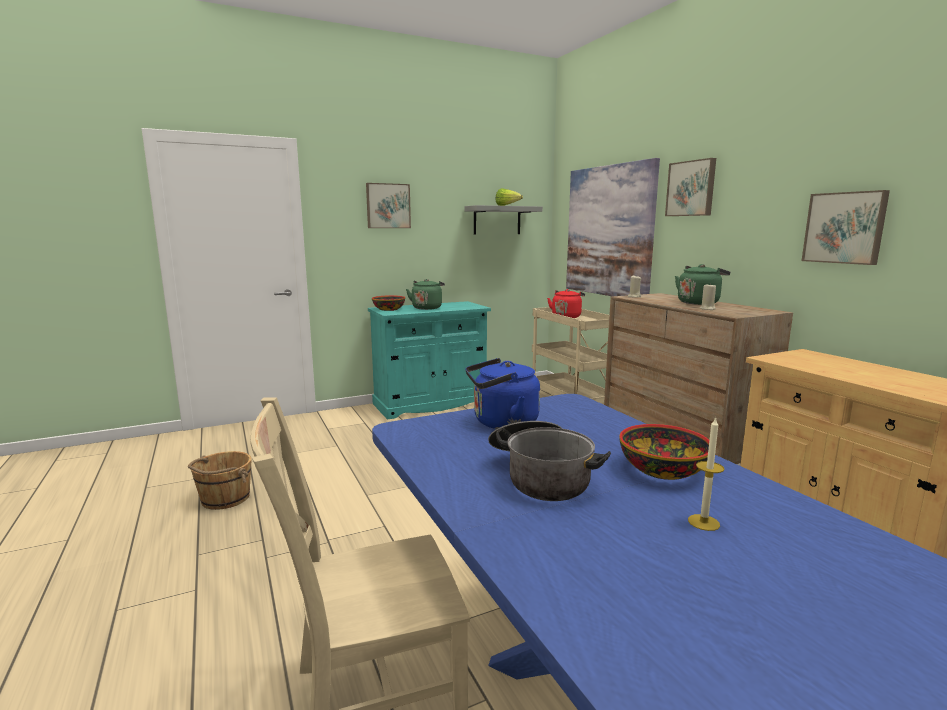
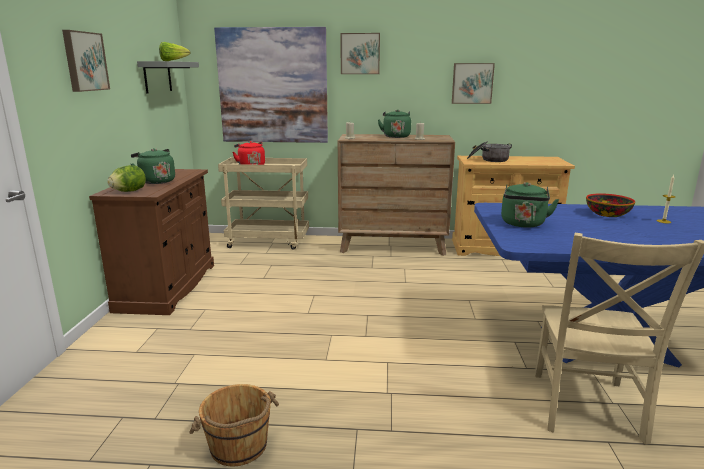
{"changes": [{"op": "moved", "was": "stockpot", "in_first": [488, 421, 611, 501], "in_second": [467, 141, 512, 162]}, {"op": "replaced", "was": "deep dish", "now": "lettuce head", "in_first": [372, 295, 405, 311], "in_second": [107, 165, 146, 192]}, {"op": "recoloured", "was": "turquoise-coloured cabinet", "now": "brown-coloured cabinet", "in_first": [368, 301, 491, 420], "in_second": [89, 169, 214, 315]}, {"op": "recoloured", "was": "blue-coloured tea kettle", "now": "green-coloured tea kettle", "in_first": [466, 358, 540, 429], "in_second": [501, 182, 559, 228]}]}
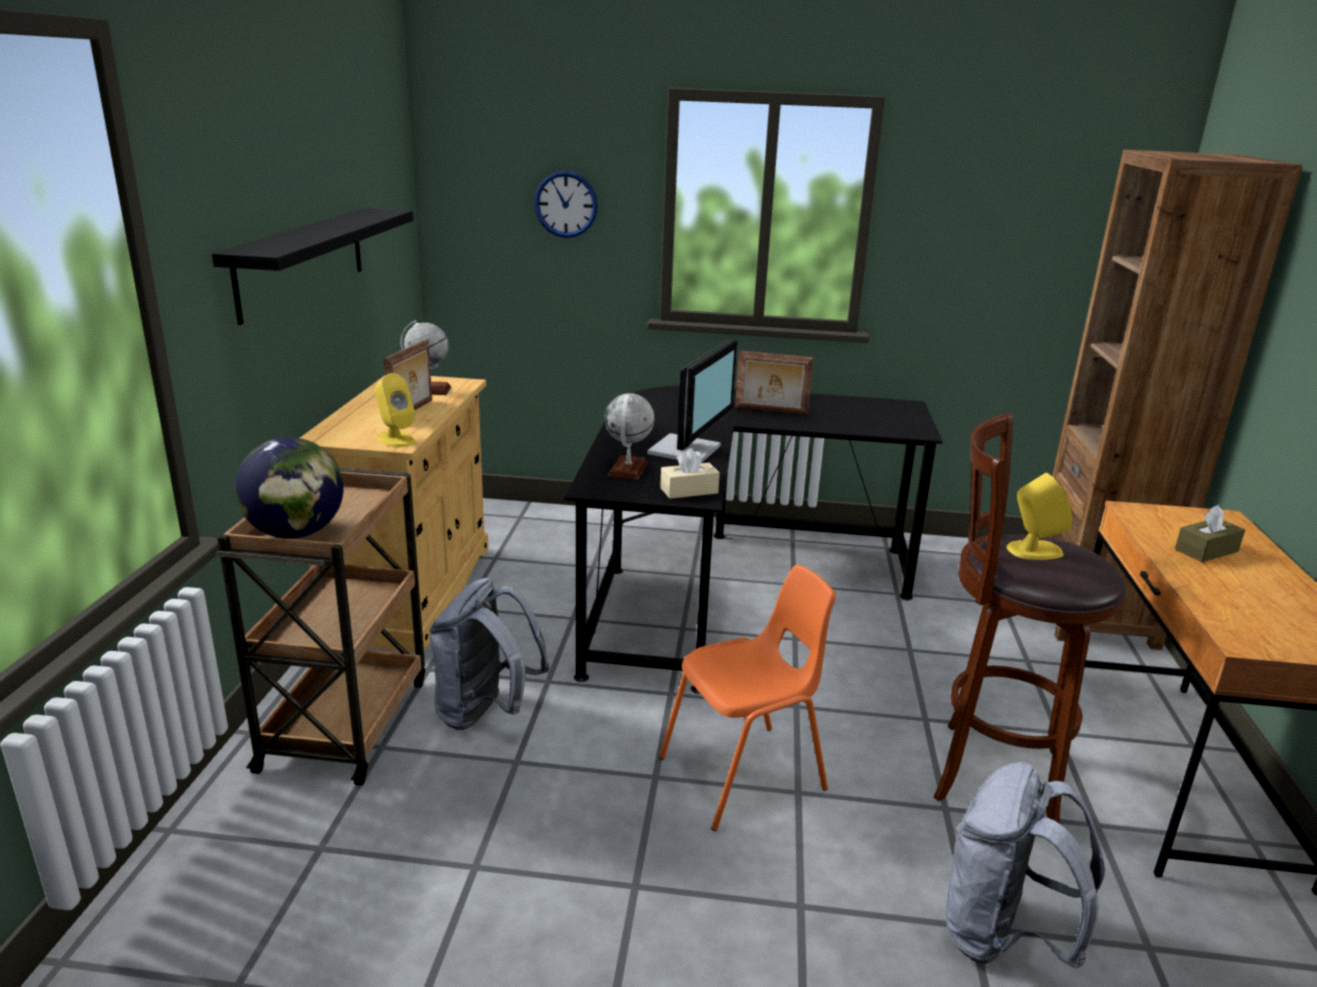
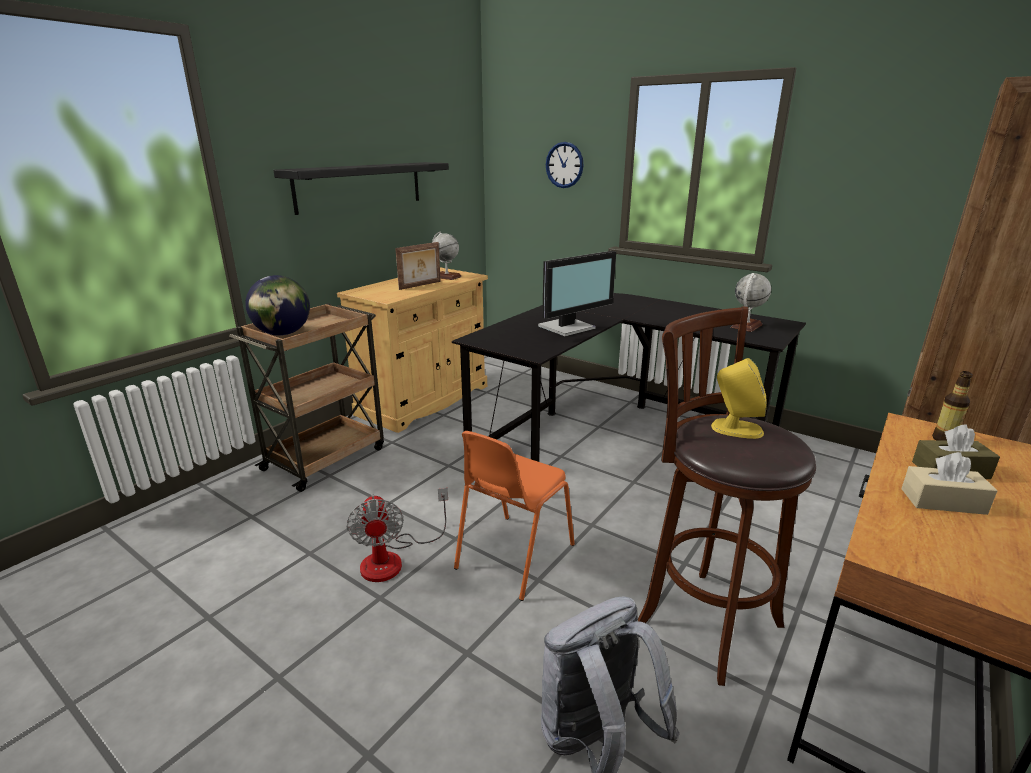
{"changes": [{"op": "removed", "was": "yellow-coloured audio speaker", "in_first": [375, 373, 416, 448]}, {"op": "removed", "was": "greyish backpack", "in_first": [429, 578, 550, 730]}, {"op": "removed", "was": "photo frame", "in_first": [735, 351, 814, 415]}, {"op": "added", "now": "electric fan", "in_second": [346, 488, 448, 582]}, {"op": "added", "now": "beverage bottle", "in_second": [932, 371, 973, 441]}, {"op": "moved", "was": "globe", "in_first": [605, 393, 655, 480], "in_second": [731, 273, 771, 332]}, {"op": "moved", "was": "sand-coloured tissue holder", "in_first": [660, 448, 720, 499], "in_second": [901, 452, 997, 515]}, {"op": "turned", "was": "orange upright chair", "in_first": [659, 565, 836, 831], "in_second": [454, 431, 575, 601], "clockwise": 120}]}
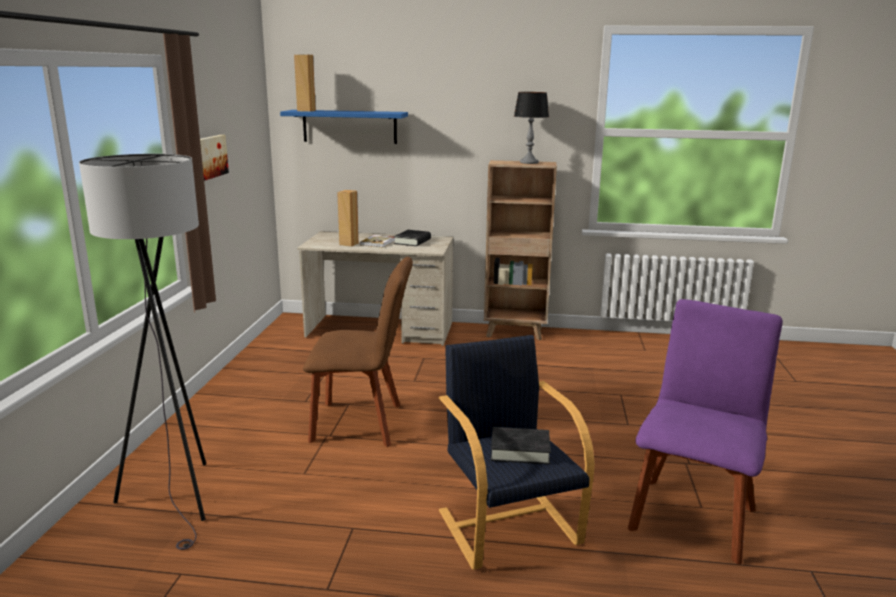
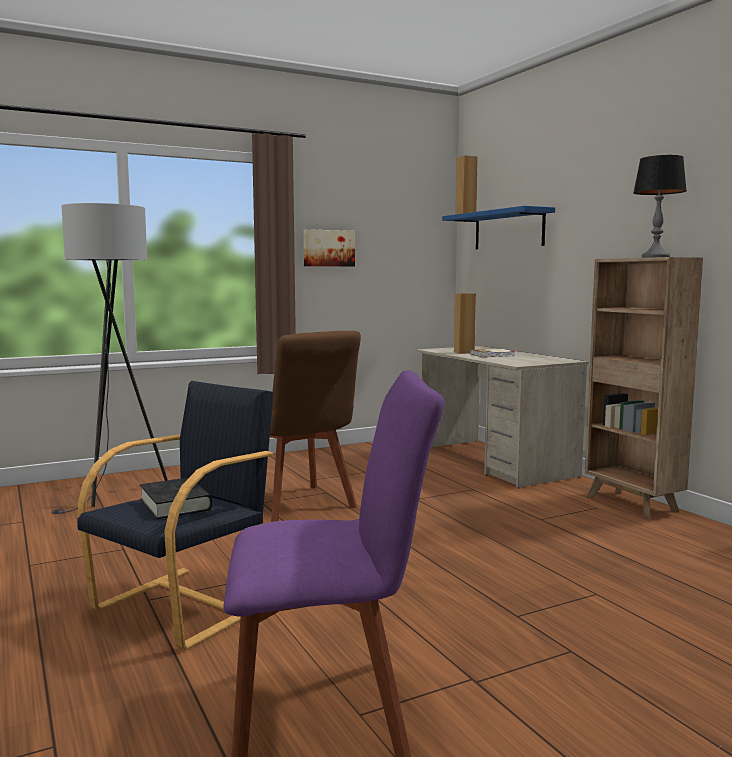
{"changes": [{"op": "removed", "was": "black-coloured book", "in_first": [394, 230, 431, 246]}]}
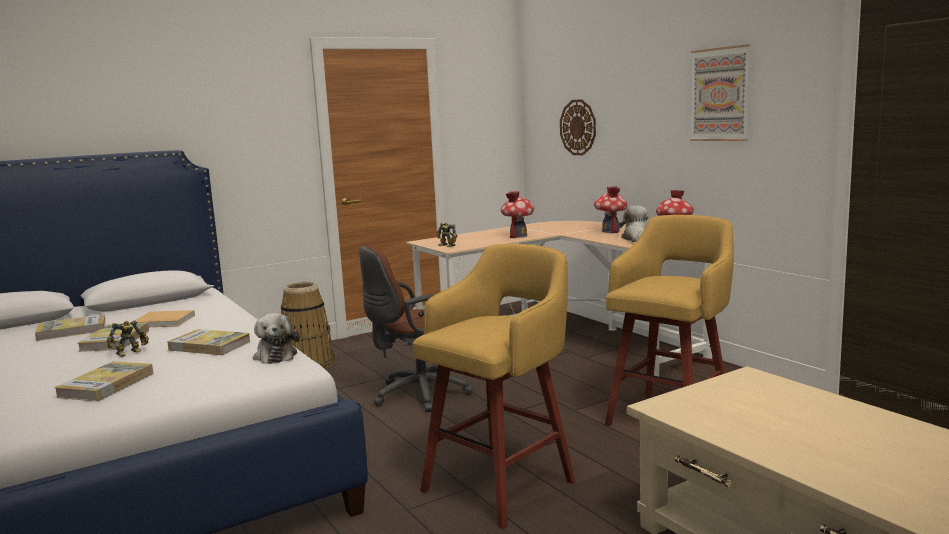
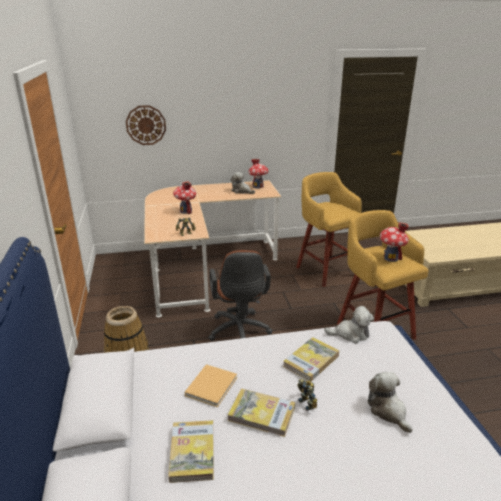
{"changes": [{"op": "removed", "was": "wall art", "in_first": [690, 44, 751, 141]}, {"op": "moved", "was": "model house", "in_first": [594, 186, 627, 233], "in_second": [380, 222, 409, 262]}, {"op": "replaced", "was": "book", "now": "soft toy", "in_first": [54, 361, 154, 401], "in_second": [367, 372, 413, 433]}]}
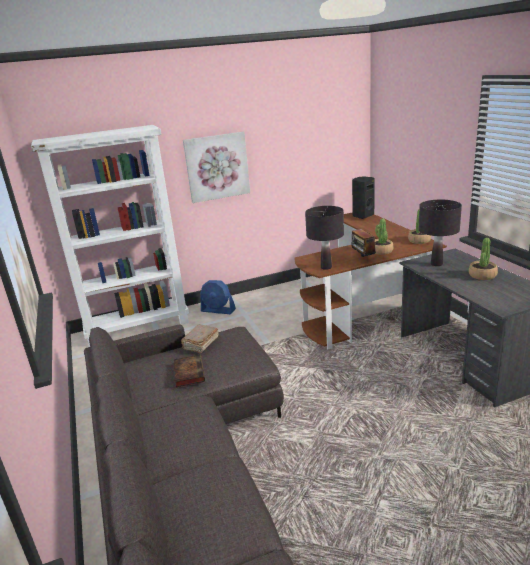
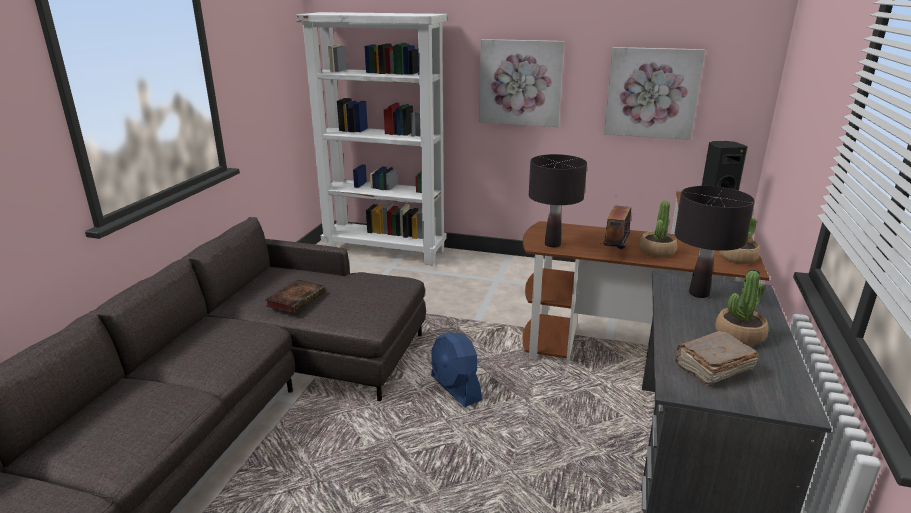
{"changes": [{"op": "added", "now": "wall art", "in_second": [604, 47, 705, 140]}, {"op": "moved", "was": "brown-coloured book", "in_first": [181, 325, 219, 354], "in_second": [675, 331, 759, 386]}, {"op": "moved", "was": "blue-coloured electric fan", "in_first": [200, 280, 236, 314], "in_second": [431, 332, 482, 407]}]}
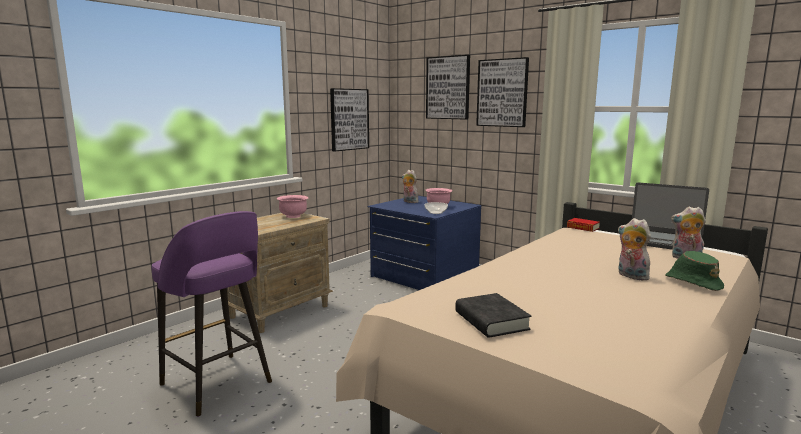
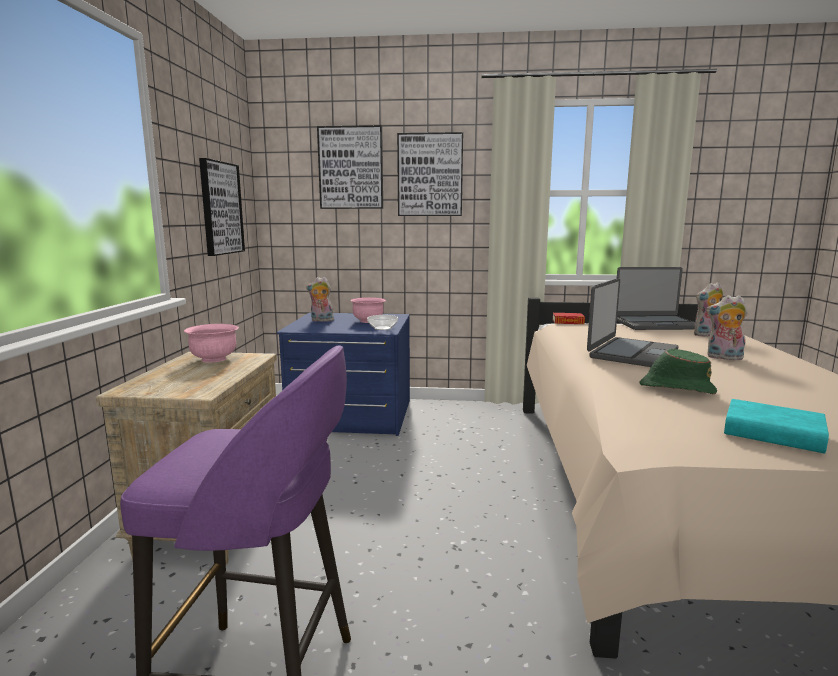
{"changes": [{"op": "added", "now": "portable computer", "in_second": [587, 278, 678, 367]}, {"op": "moved", "was": "green-coloured clothing hat", "in_first": [665, 251, 724, 291], "in_second": [640, 349, 717, 394]}, {"op": "recoloured", "was": "black-coloured book", "now": "turquoise-coloured book", "in_first": [455, 293, 531, 338], "in_second": [724, 399, 829, 453]}]}
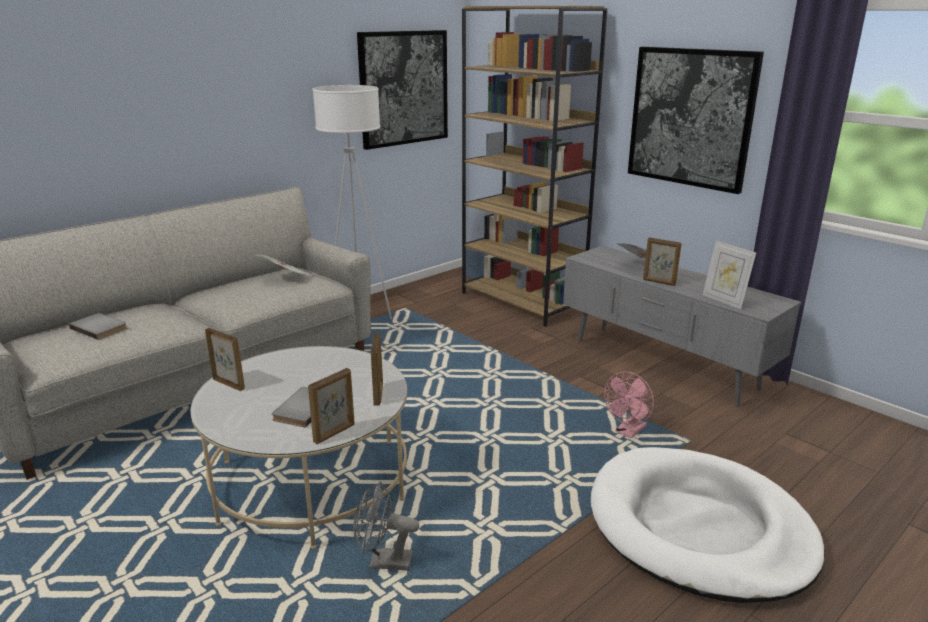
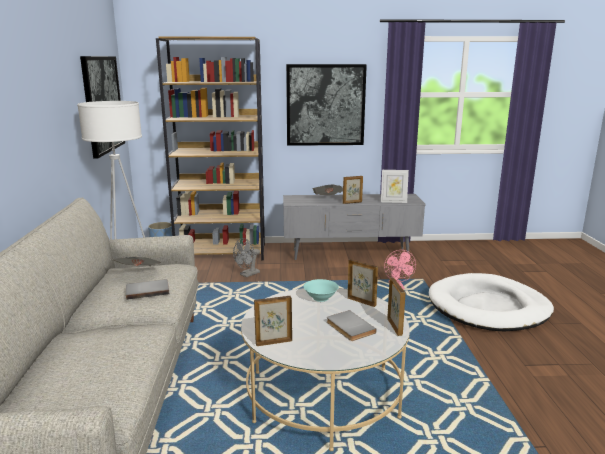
{"changes": [{"op": "added", "now": "turquoise-coloured deep dish", "in_second": [303, 279, 339, 302]}, {"op": "moved", "was": "greyish book", "in_first": [69, 313, 127, 340], "in_second": [126, 279, 169, 300]}, {"op": "moved", "was": "greyish electric fan", "in_first": [353, 481, 419, 571], "in_second": [233, 238, 260, 278]}]}
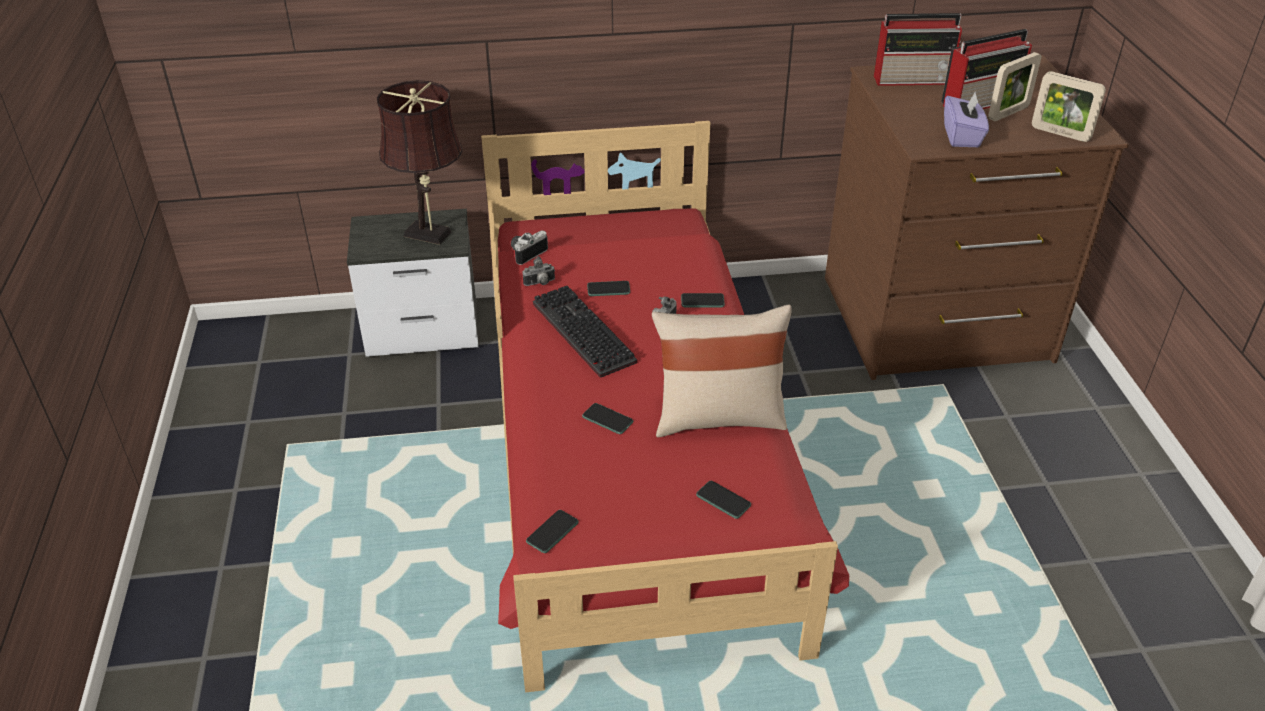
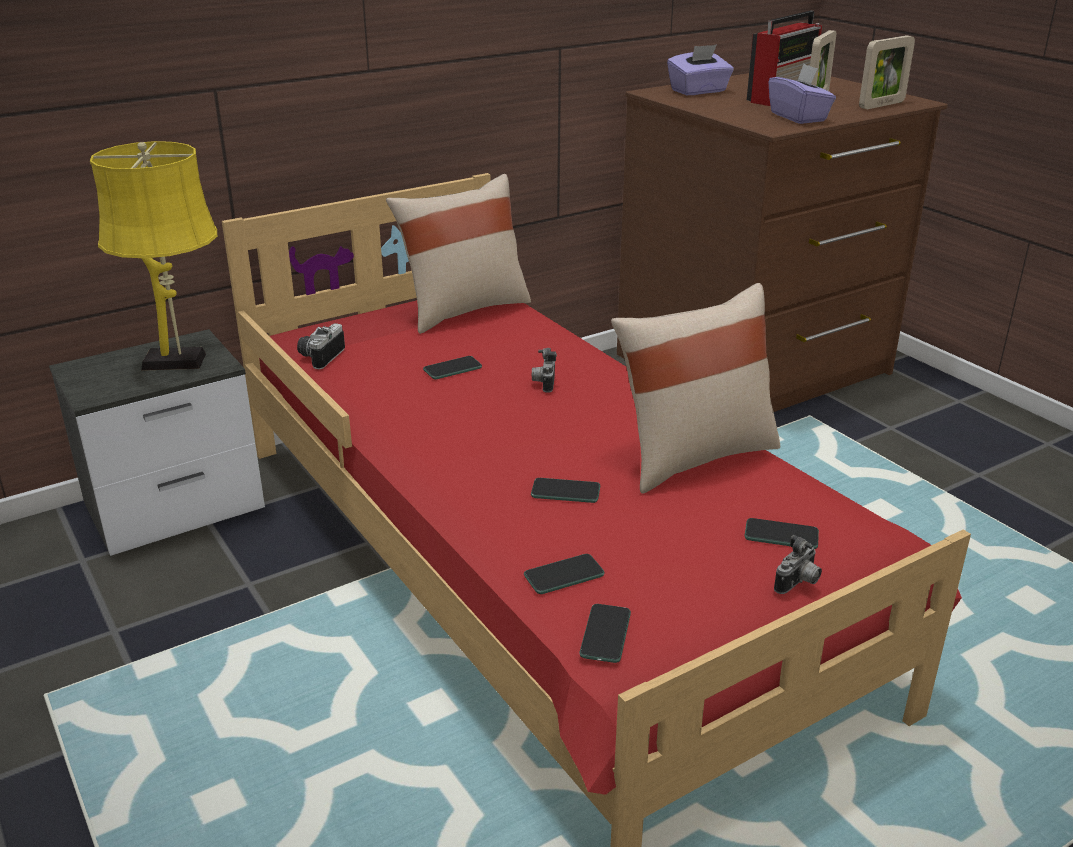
{"changes": [{"op": "removed", "was": "keyboard", "in_first": [533, 286, 637, 378]}, {"op": "added", "now": "sand-coloured cushion", "in_second": [386, 174, 531, 334]}, {"op": "moved", "was": "still camera", "in_first": [523, 256, 555, 286], "in_second": [774, 535, 822, 594]}, {"op": "moved", "was": "telephone", "in_first": [681, 293, 725, 308], "in_second": [524, 554, 605, 594]}, {"op": "replaced", "was": "radio", "now": "purple-coloured tissue holder", "in_first": [874, 13, 962, 86], "in_second": [667, 45, 734, 95]}, {"op": "recoloured", "was": "brown-coloured tabletop lamp", "now": "yellow-coloured tabletop lamp", "in_first": [377, 80, 463, 245], "in_second": [90, 141, 217, 371]}, {"op": "turned", "was": "photo frame", "in_first": [1032, 71, 1106, 142], "in_second": [859, 35, 915, 109], "clockwise": -45}]}
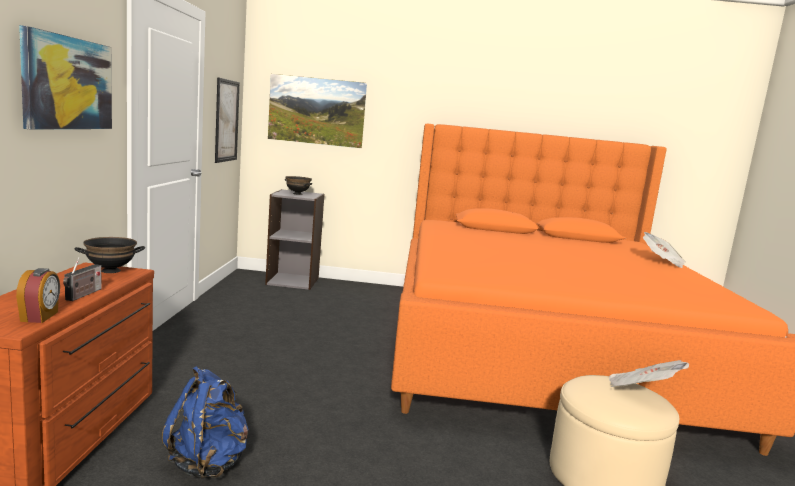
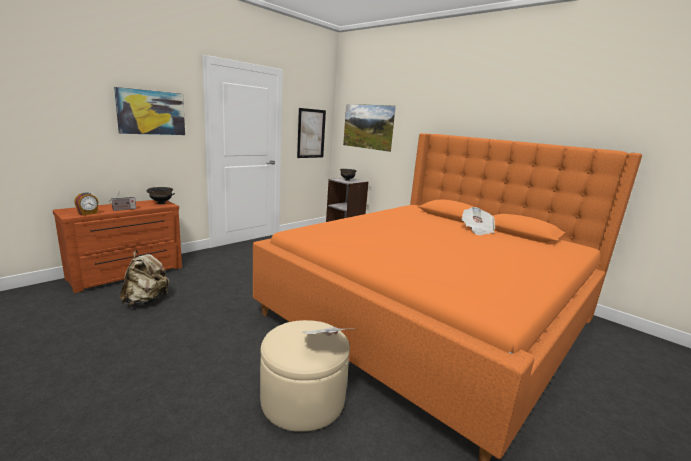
{"changes": [{"op": "moved", "was": "printed paper", "in_first": [643, 232, 686, 268], "in_second": [462, 207, 495, 235]}, {"op": "recoloured", "was": "blue-coloured backpack", "now": "sand-coloured backpack", "in_first": [162, 366, 249, 479], "in_second": [120, 250, 169, 305]}]}
